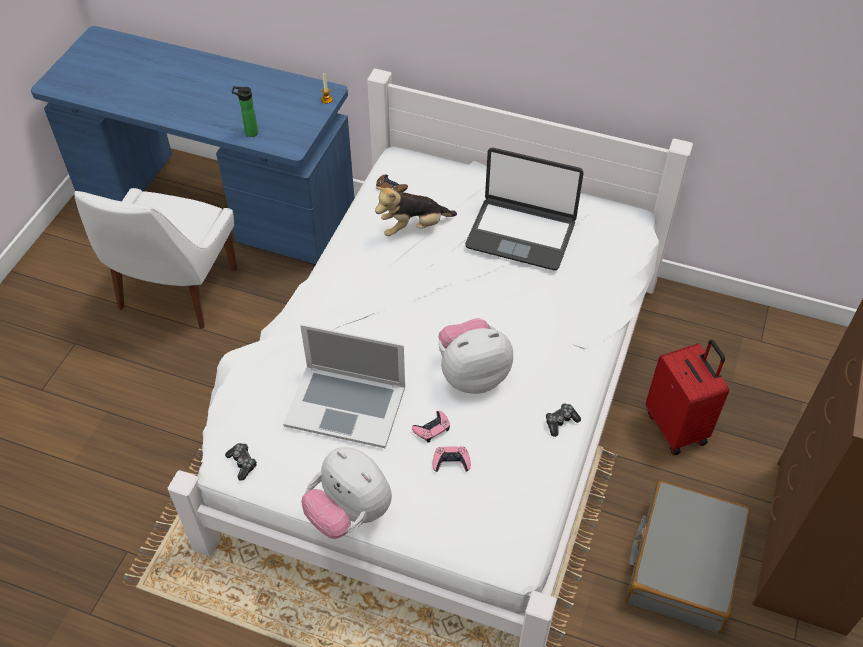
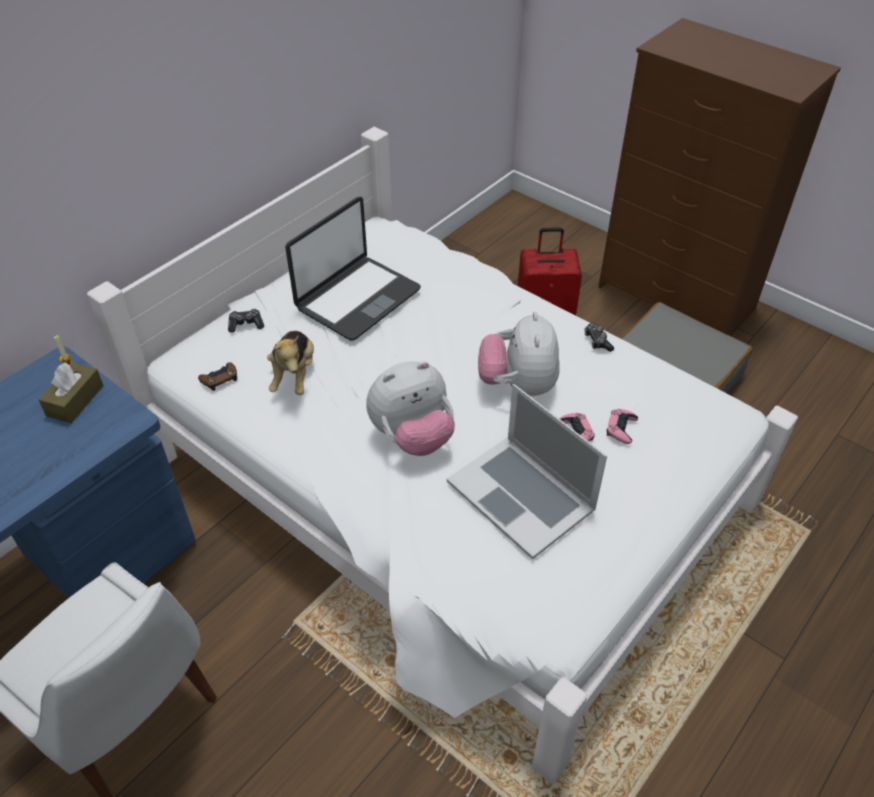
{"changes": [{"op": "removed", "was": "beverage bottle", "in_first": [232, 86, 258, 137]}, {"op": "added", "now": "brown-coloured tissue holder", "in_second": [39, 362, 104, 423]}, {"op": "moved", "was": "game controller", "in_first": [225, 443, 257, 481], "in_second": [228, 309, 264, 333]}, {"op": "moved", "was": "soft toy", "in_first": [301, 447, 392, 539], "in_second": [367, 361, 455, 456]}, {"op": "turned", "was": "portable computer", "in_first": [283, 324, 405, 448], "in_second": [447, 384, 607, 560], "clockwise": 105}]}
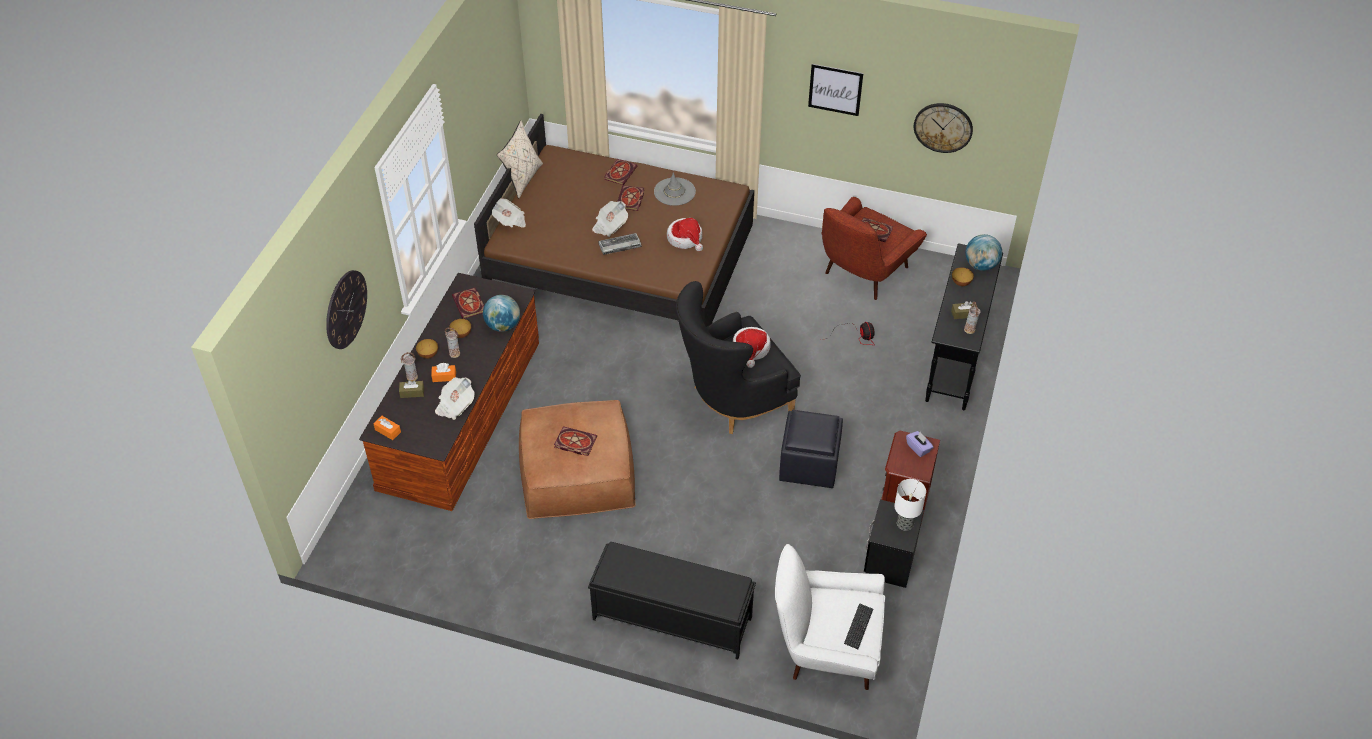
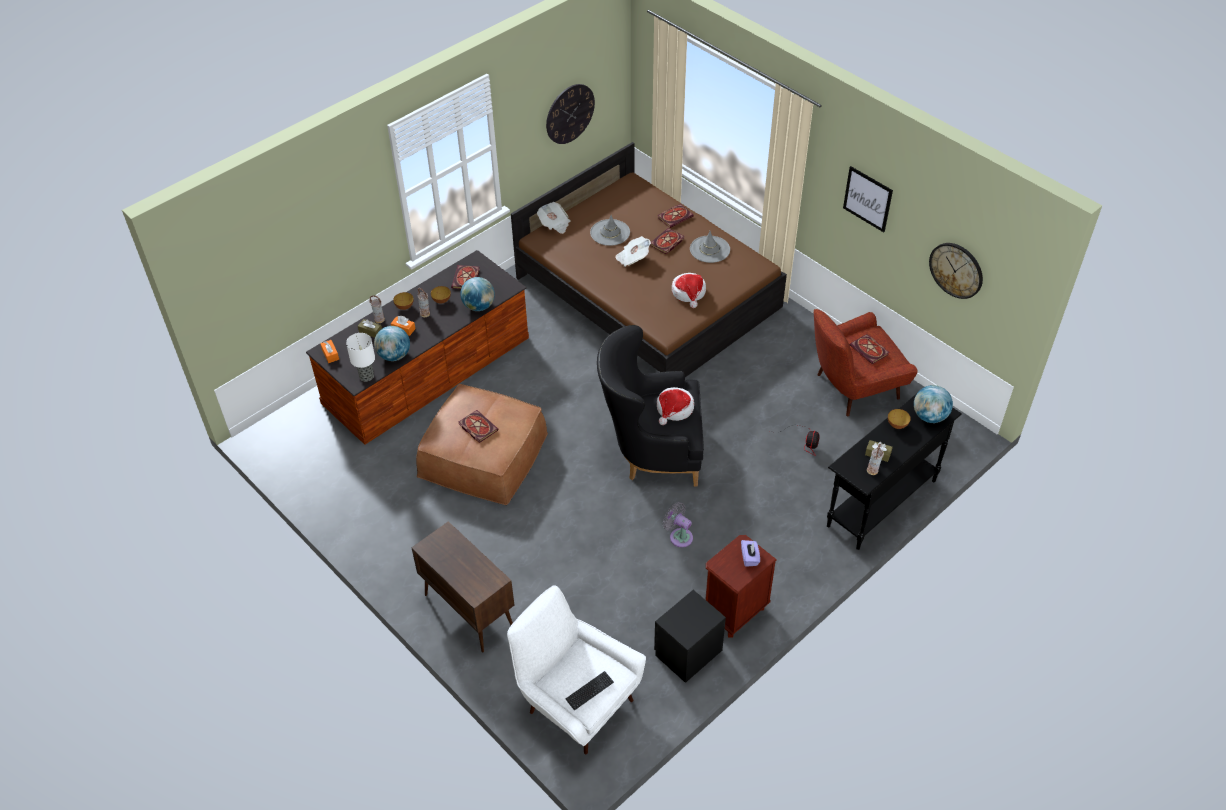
{"changes": [{"op": "removed", "was": "sand-coloured cushion", "in_first": [497, 120, 543, 198]}, {"op": "removed", "was": "keyboard", "in_first": [598, 233, 641, 255]}, {"op": "added", "now": "greyish clothing hat", "in_second": [590, 215, 630, 246]}, {"op": "moved", "was": "clock on the wall", "in_first": [326, 270, 367, 349], "in_second": [546, 84, 595, 144]}, {"op": "moved", "was": "tabletop lamp", "in_first": [894, 479, 926, 531], "in_second": [346, 333, 375, 381]}, {"op": "replaced", "was": "printed paper", "now": "globe", "in_first": [435, 377, 475, 420], "in_second": [374, 326, 410, 361]}, {"op": "replaced", "was": "black-coloured long seat", "now": "brown-coloured cabinet", "in_first": [588, 542, 756, 659], "in_second": [411, 521, 514, 653]}, {"op": "replaced", "was": "black-coloured pouffe", "now": "greyish electric fan", "in_first": [779, 410, 843, 488], "in_second": [663, 502, 693, 547]}]}
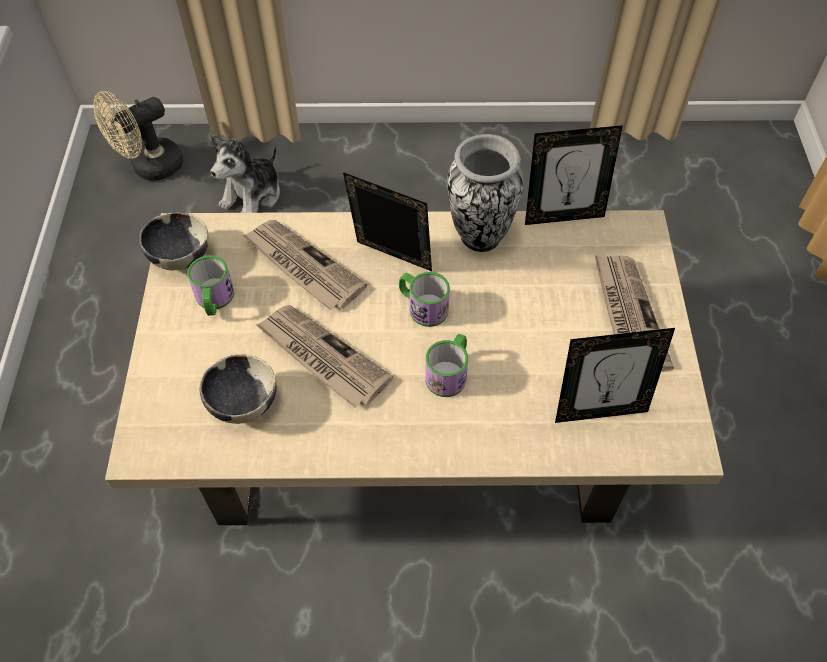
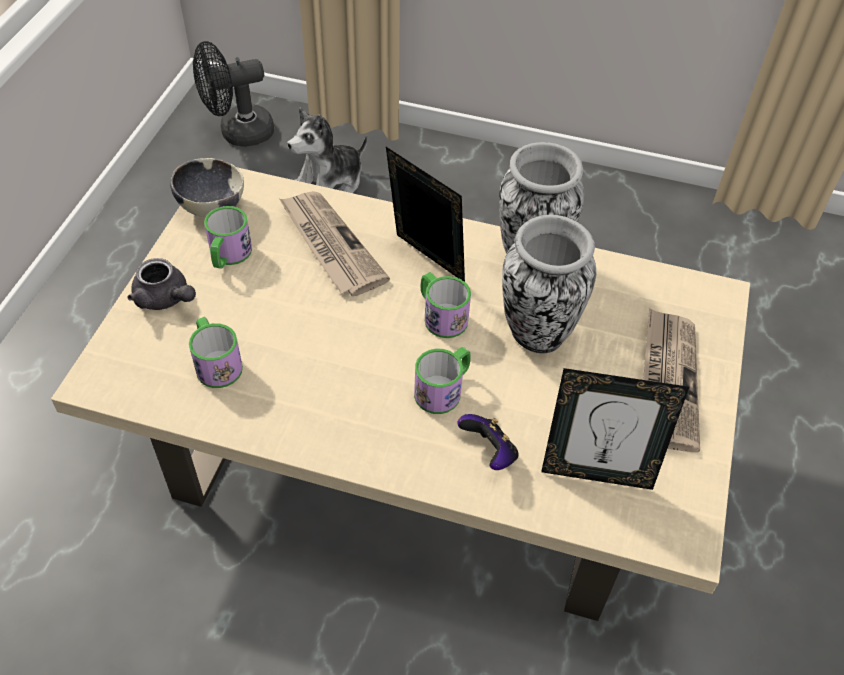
{"changes": [{"op": "removed", "was": "printed paper", "in_first": [256, 305, 393, 407]}, {"op": "removed", "was": "photo frame", "in_first": [525, 125, 623, 225]}, {"op": "added", "now": "greyish tea pot", "in_second": [127, 258, 196, 310]}, {"op": "added", "now": "game controller", "in_second": [458, 414, 518, 470]}, {"op": "added", "now": "vase", "in_second": [502, 214, 596, 354]}, {"op": "replaced", "was": "deep dish", "now": "mug", "in_first": [200, 355, 277, 424], "in_second": [189, 317, 243, 388]}, {"op": "recoloured", "was": "sand-coloured electric fan", "now": "black-coloured electric fan", "in_first": [93, 91, 183, 181], "in_second": [193, 41, 274, 147]}]}
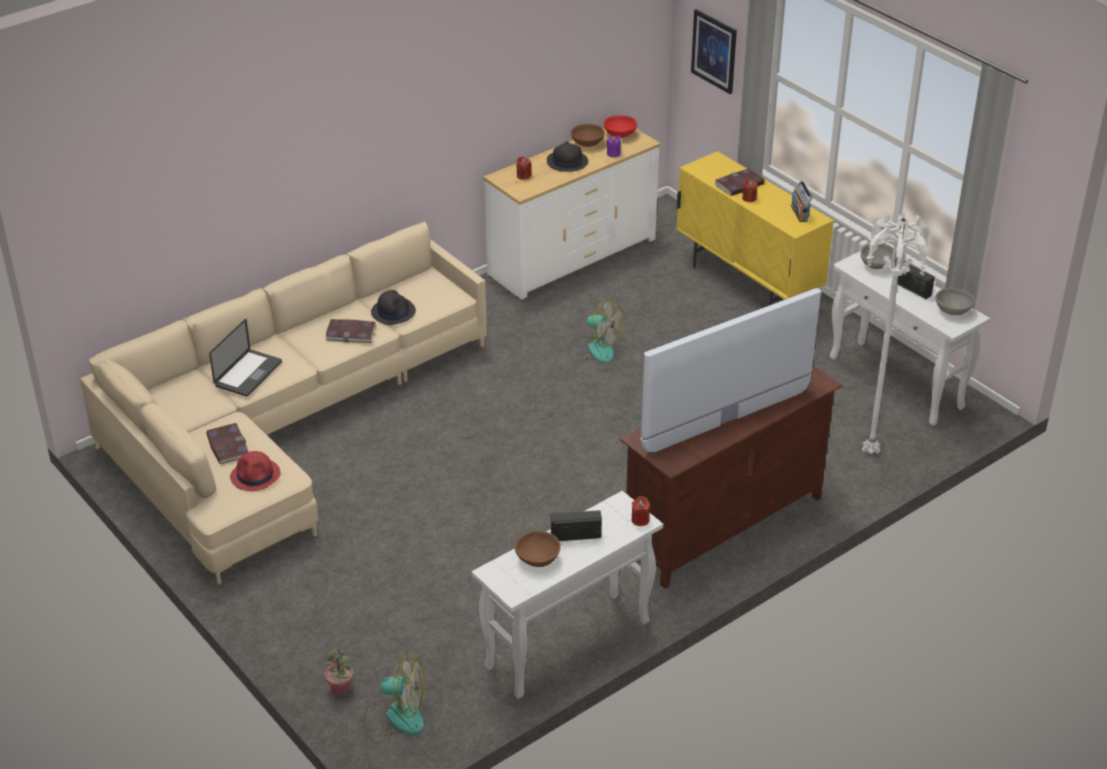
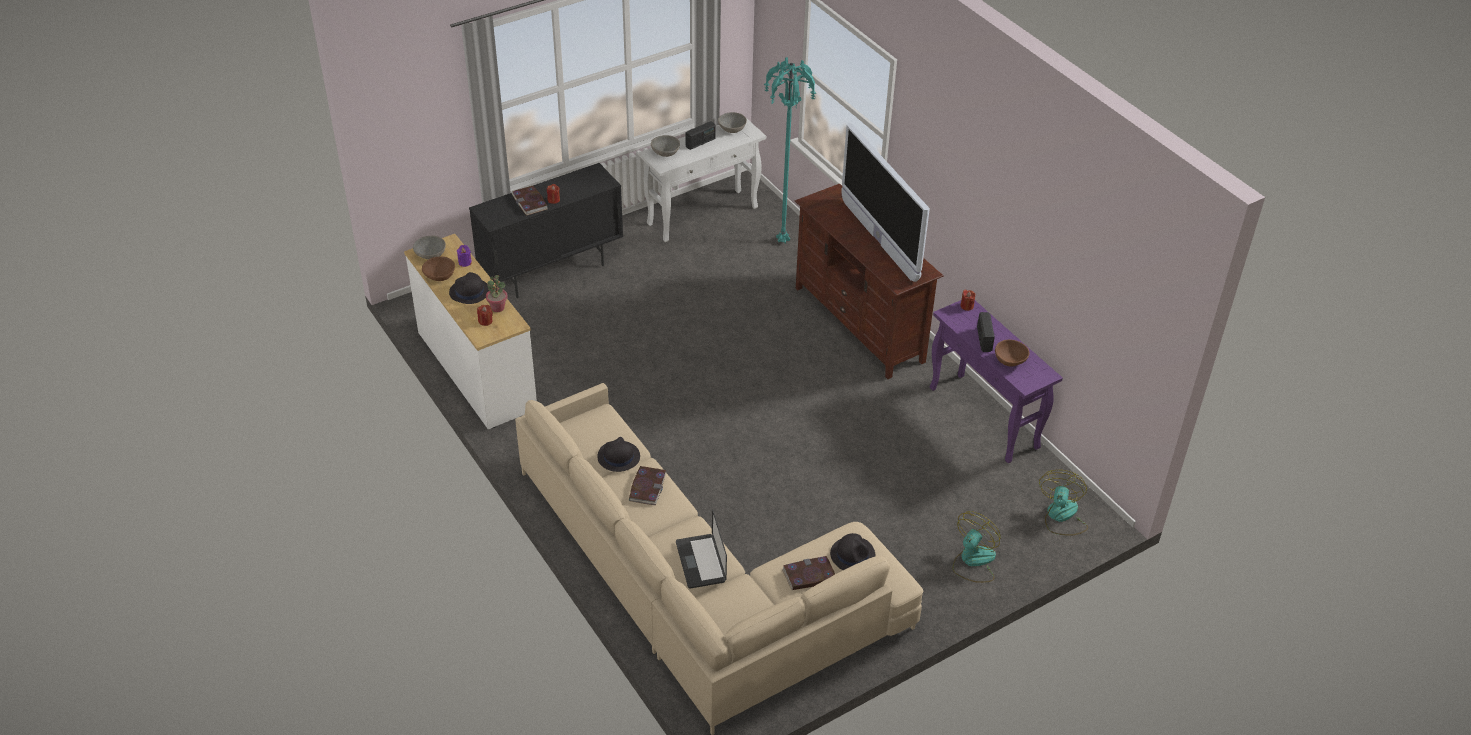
{"changes": [{"op": "removed", "was": "wall art", "in_first": [691, 9, 737, 94]}, {"op": "removed", "was": "radio", "in_first": [791, 181, 813, 222]}, {"op": "moved", "was": "plant in a pot", "in_first": [325, 648, 353, 695], "in_second": [486, 275, 508, 312]}, {"op": "moved", "was": "electric fan", "in_first": [568, 299, 624, 363], "in_second": [953, 511, 1000, 583]}, {"op": "recoloured", "was": "red clothing hat", "now": "black-coloured clothing hat", "in_first": [230, 451, 281, 491], "in_second": [830, 533, 875, 570]}, {"op": "recoloured", "was": "white hall table", "now": "purple-coloured hall table", "in_first": [472, 491, 663, 699], "in_second": [930, 300, 1063, 463]}, {"op": "recoloured", "was": "red deep dish", "now": "greyish deep dish", "in_first": [604, 115, 637, 138], "in_second": [413, 236, 446, 260]}, {"op": "recoloured", "was": "yellow-coloured cabinet", "now": "black-coloured cabinet", "in_first": [676, 151, 834, 306], "in_second": [469, 163, 623, 298]}, {"op": "recoloured", "was": "white standard lamp", "now": "turquoise-coloured standard lamp", "in_first": [862, 210, 930, 455], "in_second": [764, 57, 816, 243]}, {"op": "turned", "was": "portable computer", "in_first": [209, 319, 282, 397], "in_second": [676, 509, 727, 589], "clockwise": -135}]}
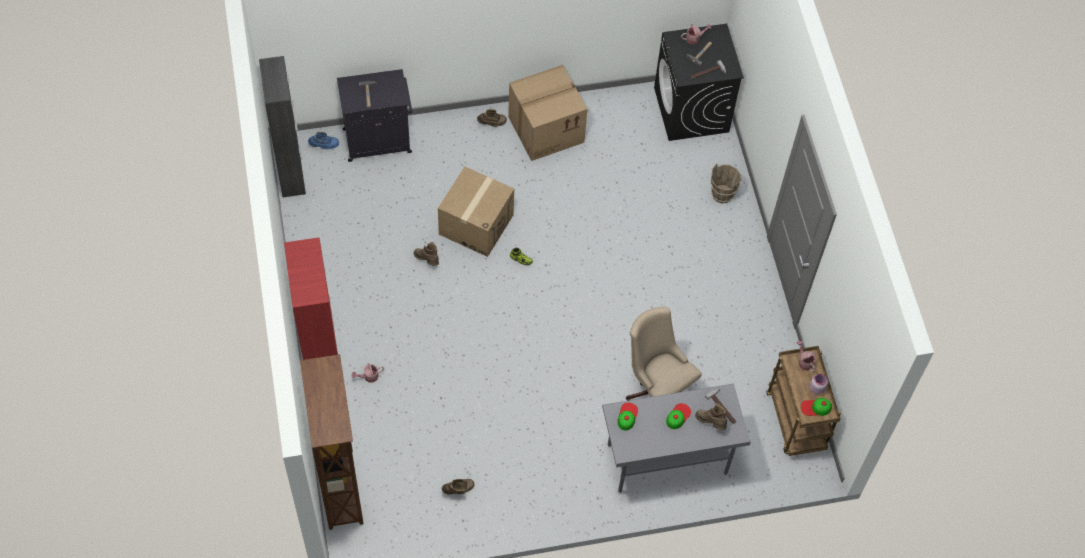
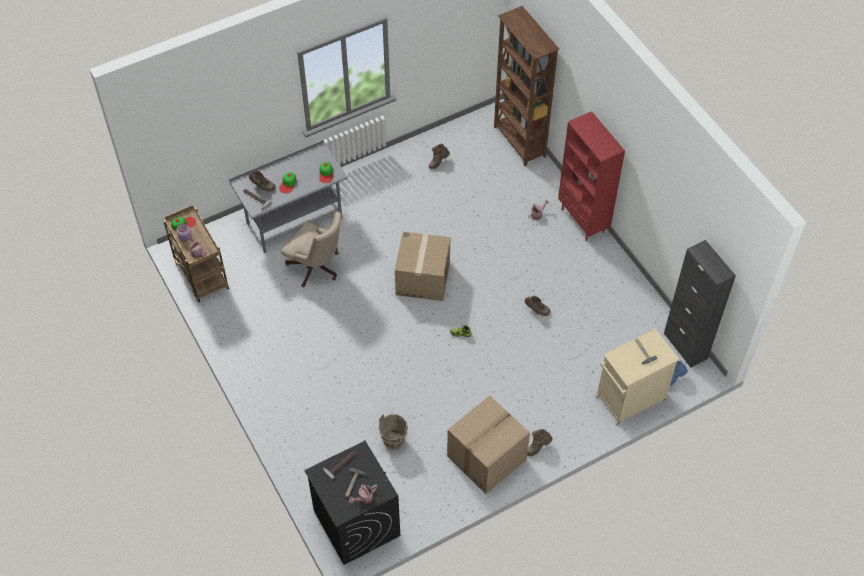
{"changes": [{"op": "moved", "was": "cardboard box", "in_first": [438, 167, 514, 257], "in_second": [395, 231, 450, 301]}, {"op": "moved", "was": "brown-coloured water bucket", "in_first": [710, 164, 742, 203], "in_second": [379, 414, 408, 450]}, {"op": "recoloured", "was": "black-coloured cabinet", "now": "sand-coloured cabinet", "in_first": [337, 69, 412, 162], "in_second": [596, 329, 680, 425]}]}
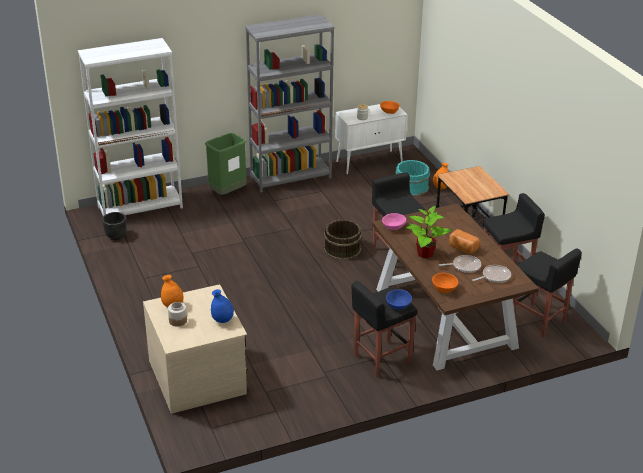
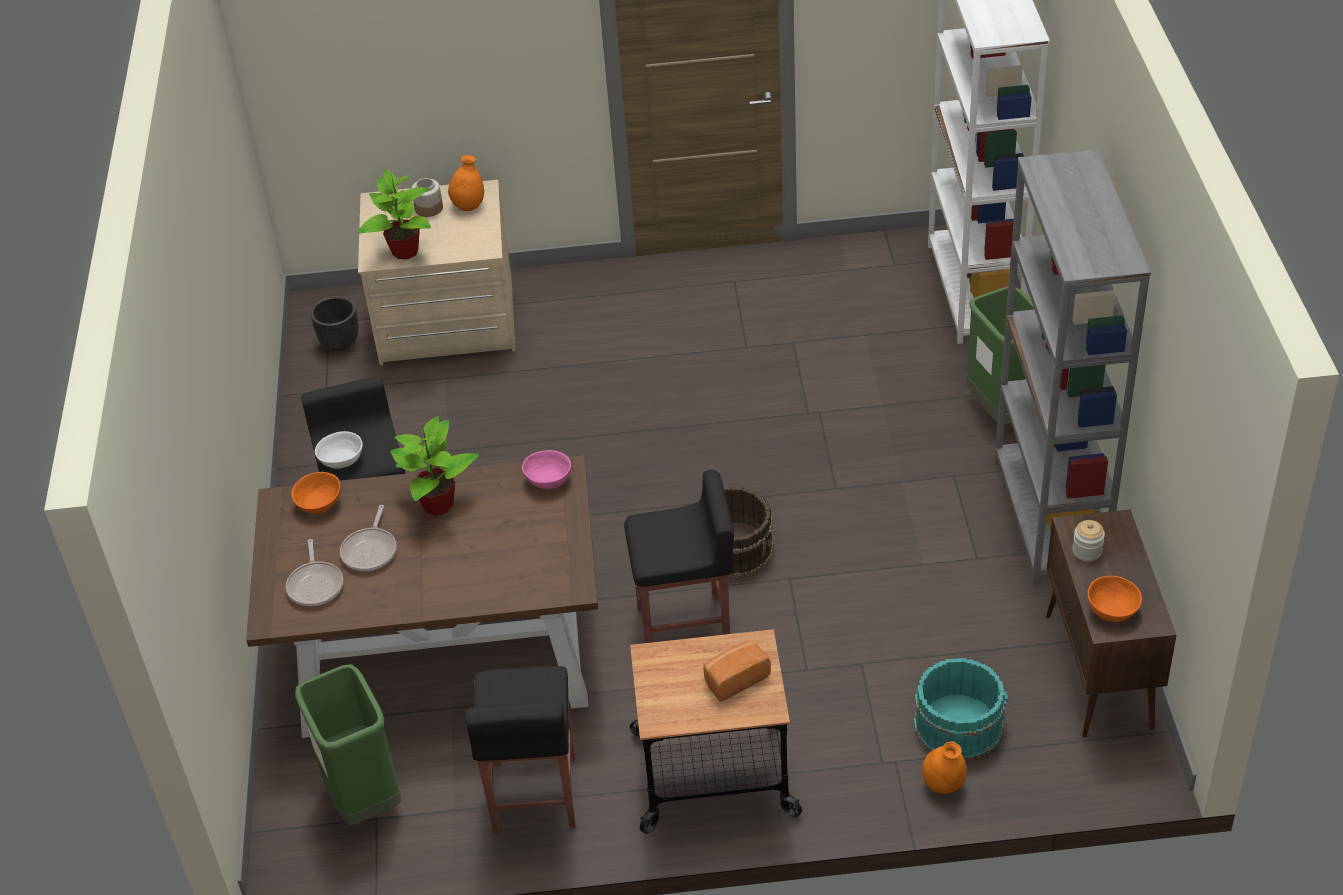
{"changes": [{"op": "moved", "was": "black-coloured plant pot", "in_first": [102, 212, 127, 240], "in_second": [310, 296, 359, 351]}, {"op": "moved", "was": "bakery bread", "in_first": [449, 229, 480, 254], "in_second": [703, 640, 771, 701]}, {"op": "replaced", "was": "blue-coloured vase", "now": "plant in a pot", "in_first": [211, 289, 234, 323], "in_second": [358, 169, 431, 259]}, {"op": "replaced", "was": "black-coloured stool seat", "now": "green-coloured rubbish bin", "in_first": [513, 249, 582, 338], "in_second": [295, 664, 401, 825]}, {"op": "recoloured", "was": "white cabinet", "now": "brown-coloured cabinet", "in_first": [335, 104, 407, 174], "in_second": [1046, 509, 1177, 738]}, {"op": "recoloured", "was": "blue-coloured deep dish", "now": "white deep dish", "in_first": [386, 289, 412, 310], "in_second": [315, 431, 363, 468]}]}
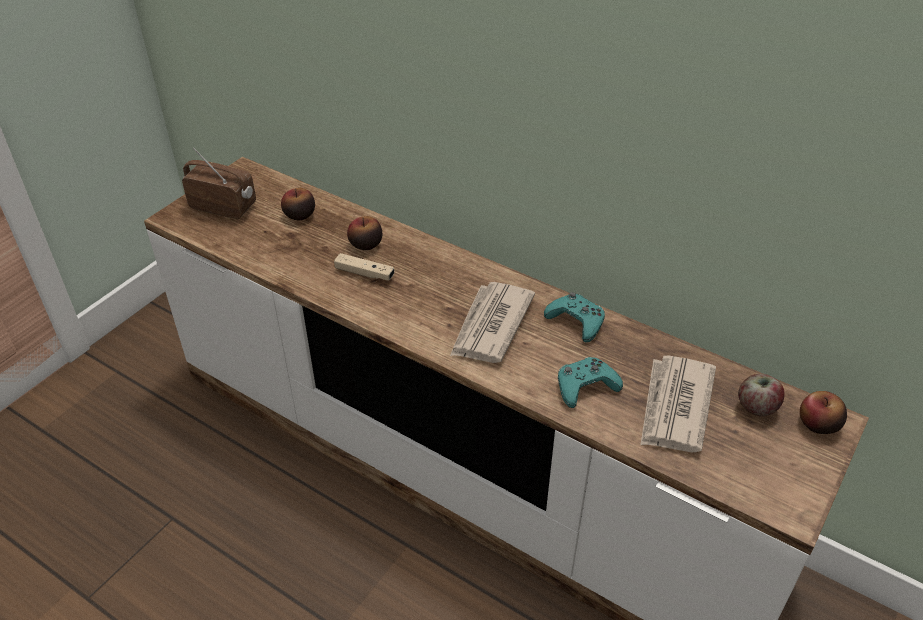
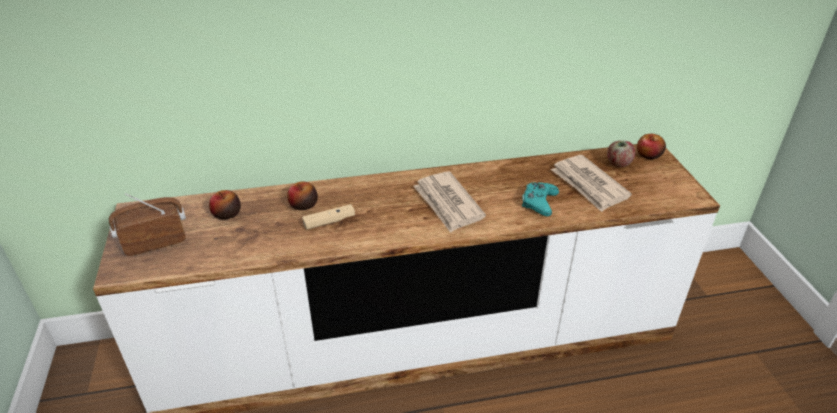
{"changes": [{"op": "removed", "was": "turquoise-coloured game controller", "in_first": [544, 292, 605, 343]}]}
